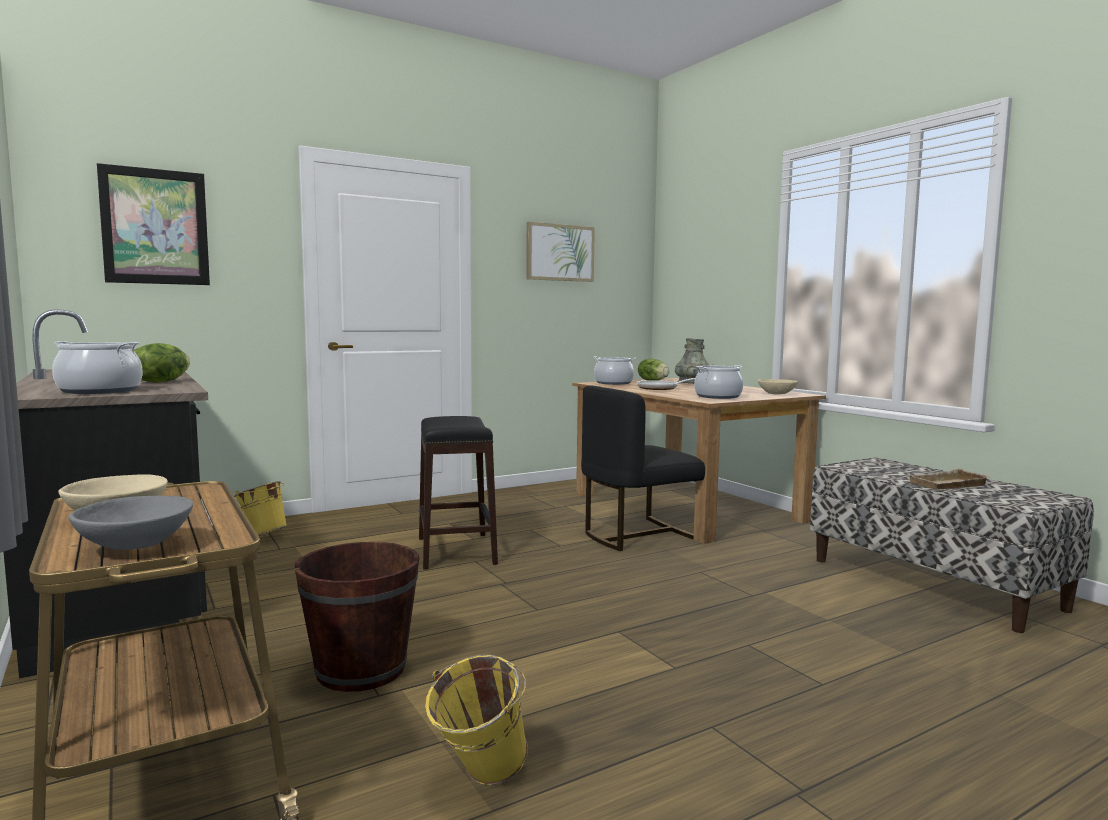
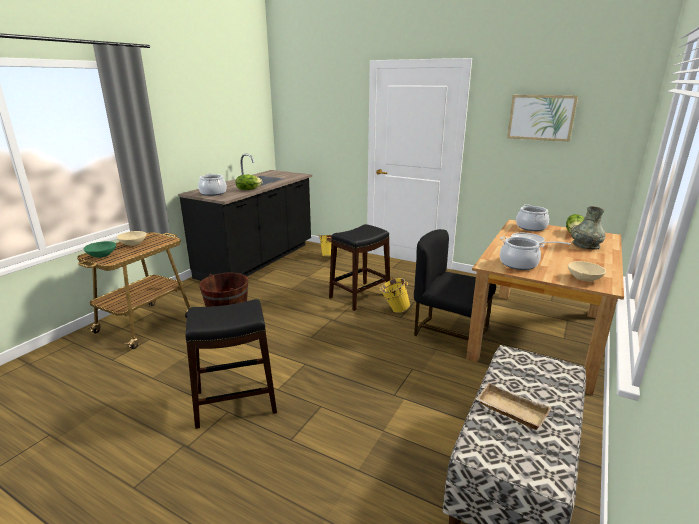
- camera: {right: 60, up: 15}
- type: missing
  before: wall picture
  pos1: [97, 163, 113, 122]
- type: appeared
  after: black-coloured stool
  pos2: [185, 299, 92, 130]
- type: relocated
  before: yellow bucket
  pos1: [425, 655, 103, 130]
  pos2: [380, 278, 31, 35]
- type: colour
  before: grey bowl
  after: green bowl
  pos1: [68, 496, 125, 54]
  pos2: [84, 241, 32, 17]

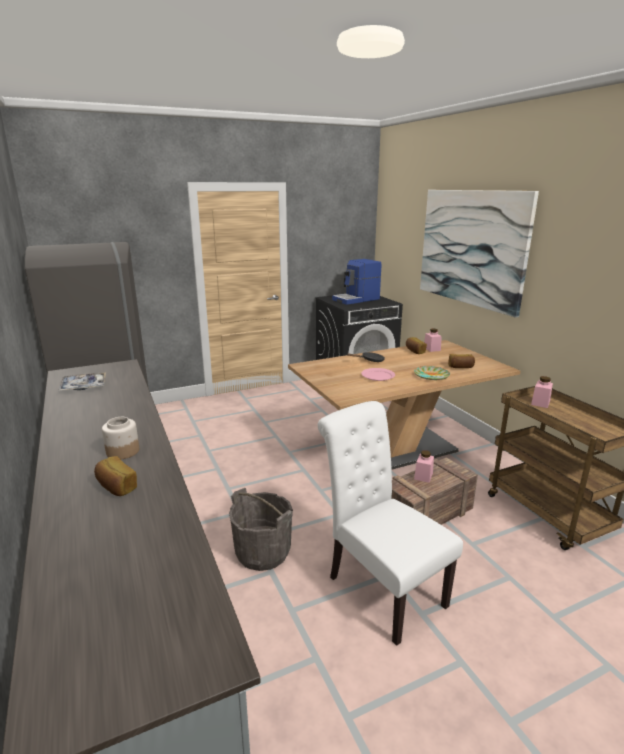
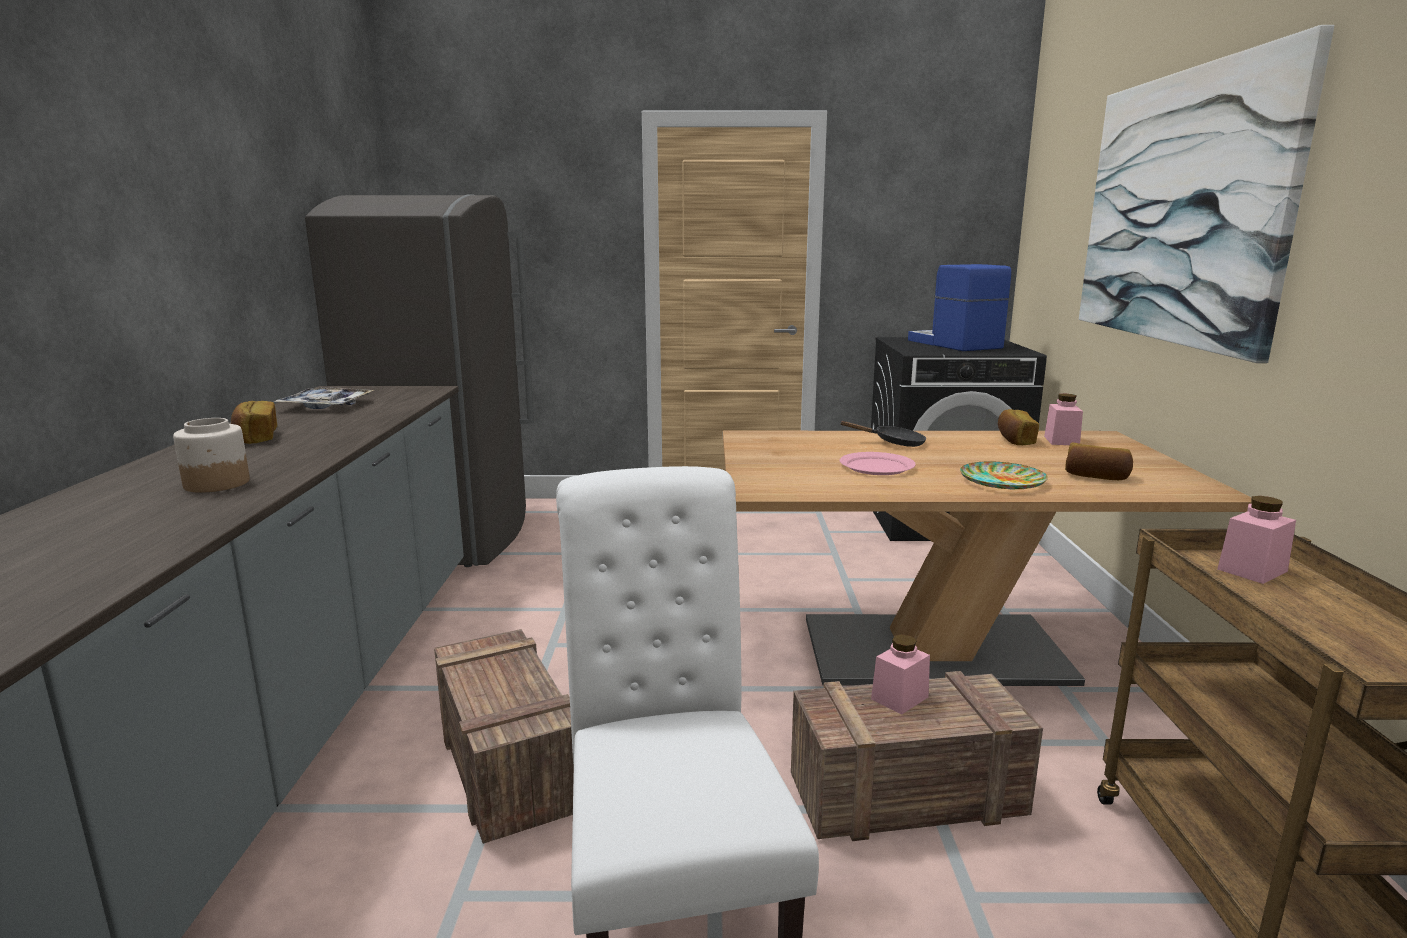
- camera: {right: 25, up: -5}
- type: relocated
  before: baked bread
  pos1: [94, 456, 43, 40]
  pos2: [231, 401, 46, 43]
- type: exchanged
  before: grey bucket
  after: shipping crate
  pos1: [229, 488, 64, 83]
  pos2: [434, 629, 140, 215]
- type: spun
  before: coffee maker
  pos1: [332, 259, 49, 46]
  pos2: [908, 264, 103, 87]
  turn: 75

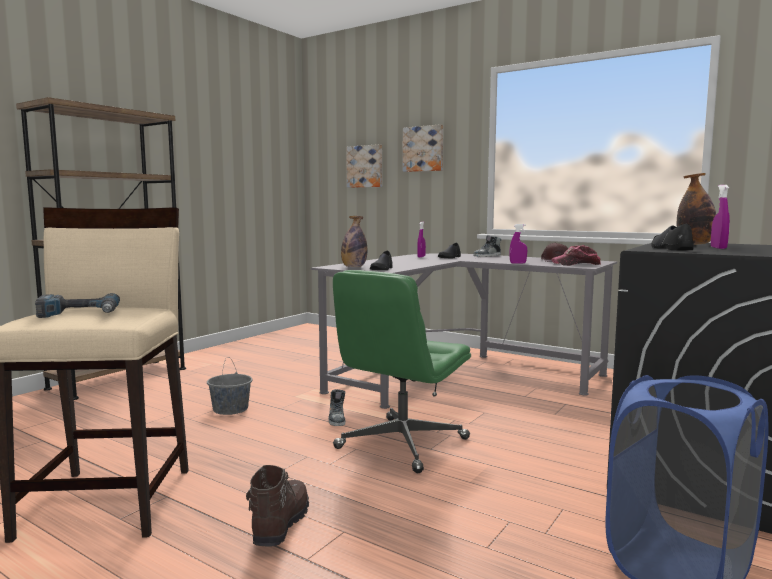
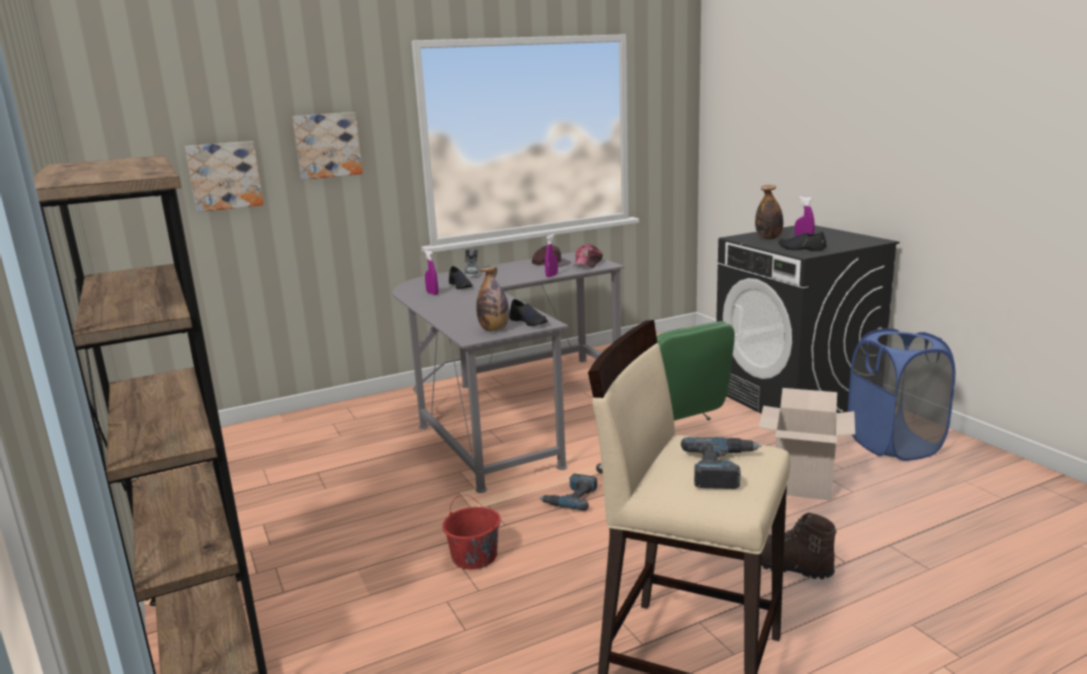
- camera: {right: -60, up: 10}
- type: appeared
  after: cardboard box
  pos2: [759, 388, 96, 113]
- type: exchanged
  before: shoe
  after: power drill
  pos1: [328, 389, 18, 37]
  pos2: [539, 474, 58, 37]
- type: colour
  before: grey bucket
  after: red-coloured bucket
  pos1: [207, 357, 45, 58]
  pos2: [443, 495, 58, 74]

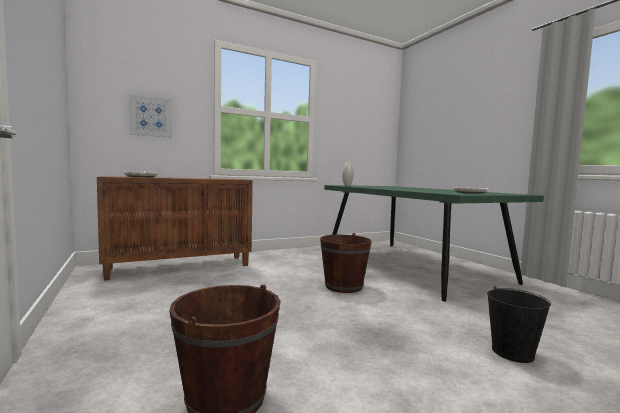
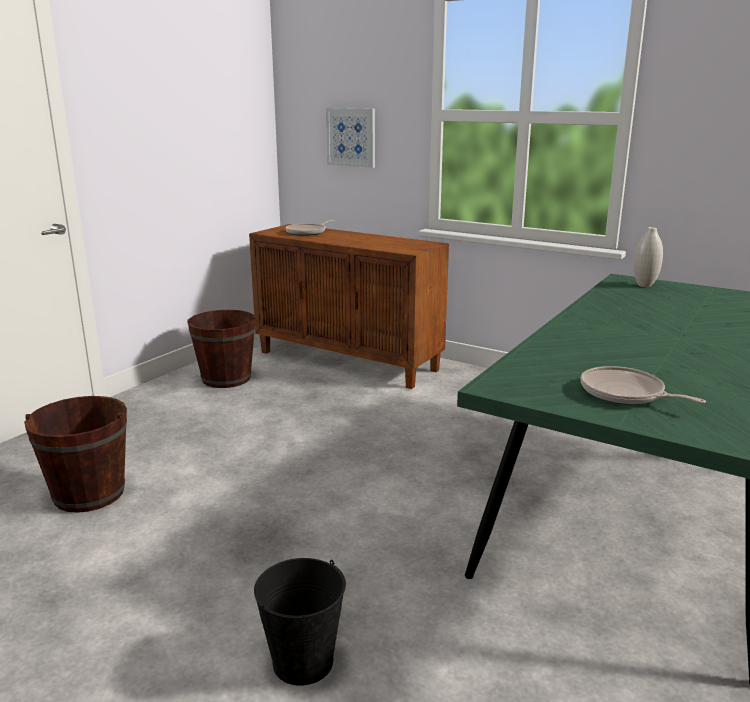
- camera: {right: 60, up: 15}
- type: relocated
  before: brown-coloured bucket
  pos1: [320, 233, 52, 60]
  pos2: [187, 310, 69, 78]

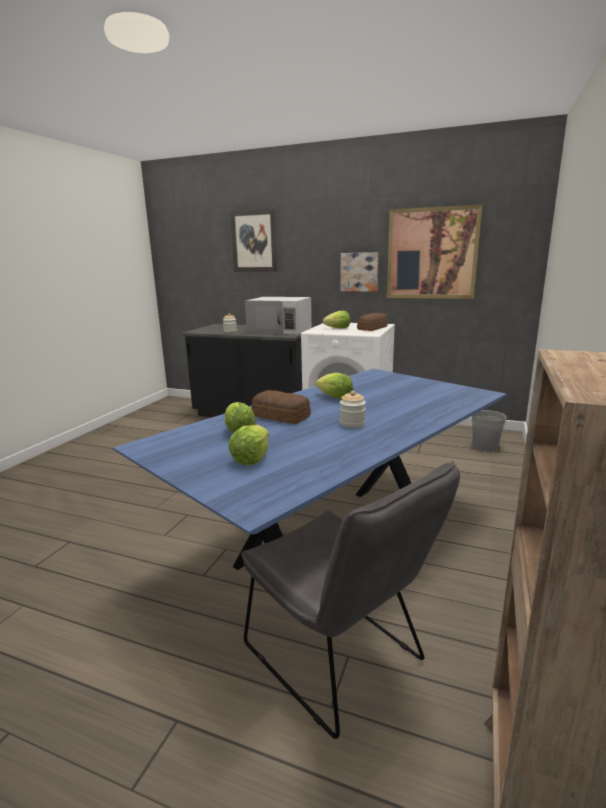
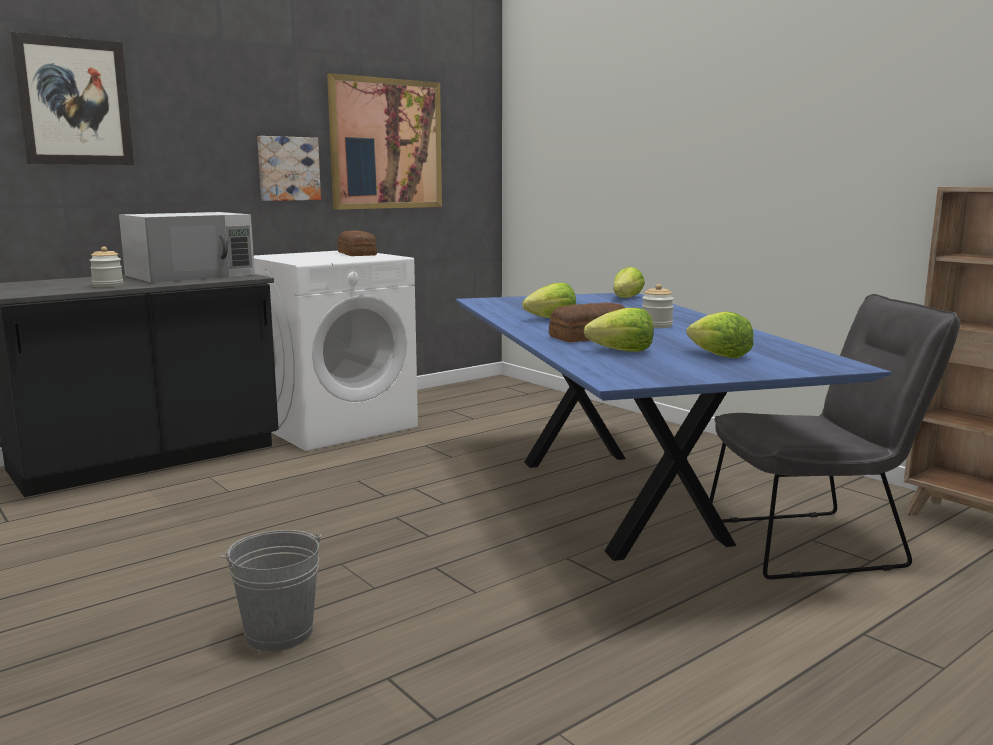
- camera: {right: -60, up: -5}
- type: relocated
  before: lettuce
  pos1: [323, 311, 27, 18]
  pos2: [613, 267, 32, 31]
- type: relocated
  before: grey bucket
  pos1: [471, 410, 37, 41]
  pos2: [221, 530, 101, 121]

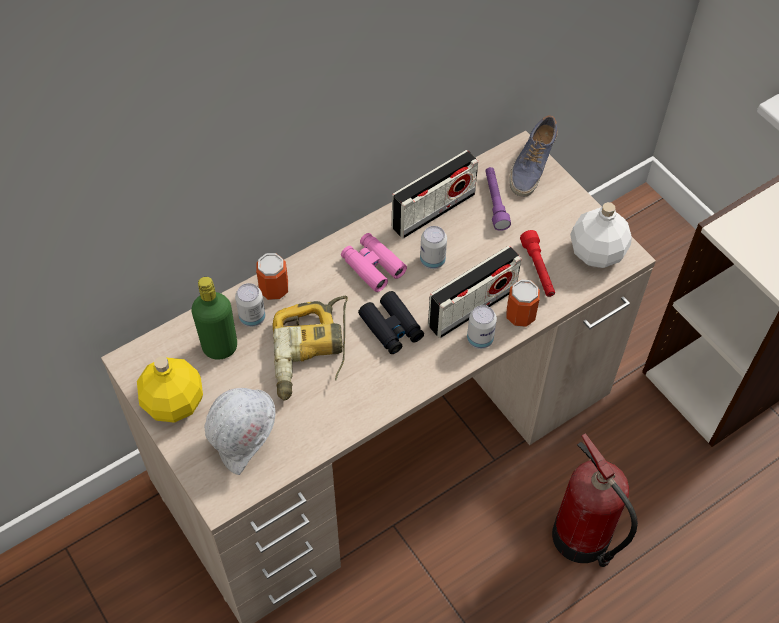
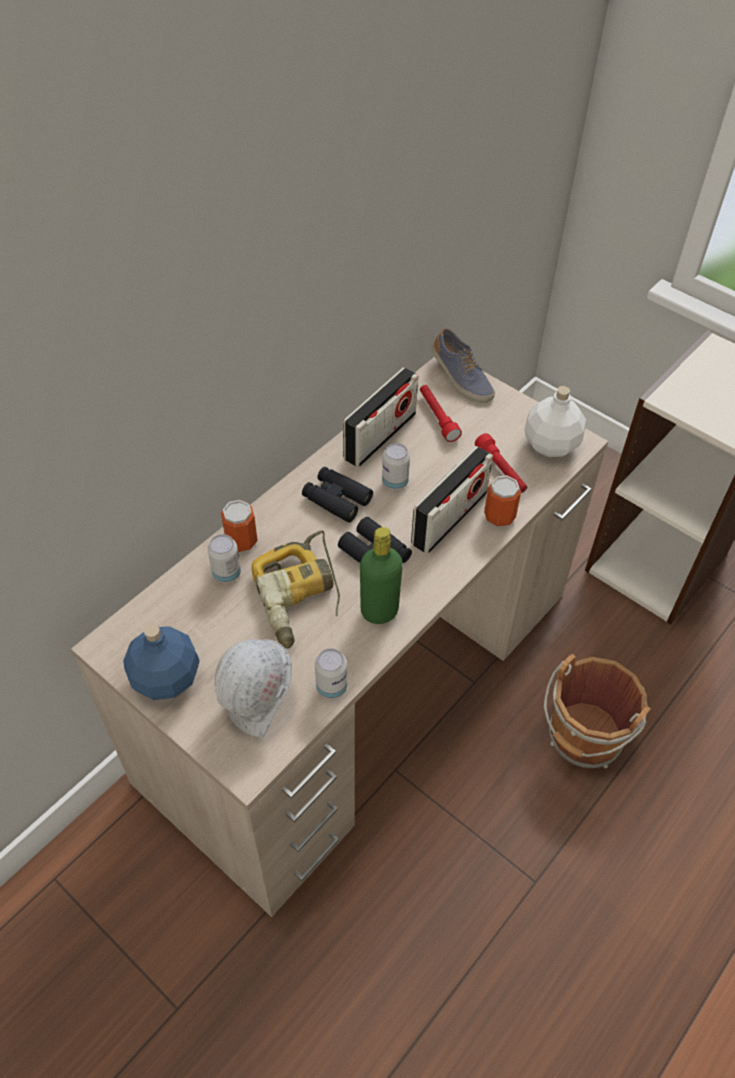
- camera: {right: -15, up: -5}
- type: relocated
  before: green drink bottle
  pos1: [191, 277, 46, 83]
  pos2: [360, 527, 43, 97]
- type: relocated
  before: sealed can
  pos1: [467, 305, 30, 44]
  pos2: [315, 648, 32, 51]
- type: exchanged
  before: fire extinguisher
  after: brown-coloured bucket
  pos1: [552, 434, 86, 133]
  pos2: [544, 654, 107, 115]
- type: colour
  before: yellow drink bottle
  after: blue drink bottle
  pos1: [137, 356, 66, 67]
  pos2: [123, 624, 77, 76]
- type: colour
  before: pink-coloured field glasses
  after: black-coloured field glasses
  pos1: [341, 233, 66, 59]
  pos2: [302, 467, 71, 56]
- type: colour
  before: purple hand torch
  after: red-coloured hand torch
  pos1: [485, 167, 26, 64]
  pos2: [420, 385, 42, 57]
- type: spun
  before: shoe
  pos1: [510, 115, 48, 82]
  pos2: [432, 328, 63, 75]
  turn: -45

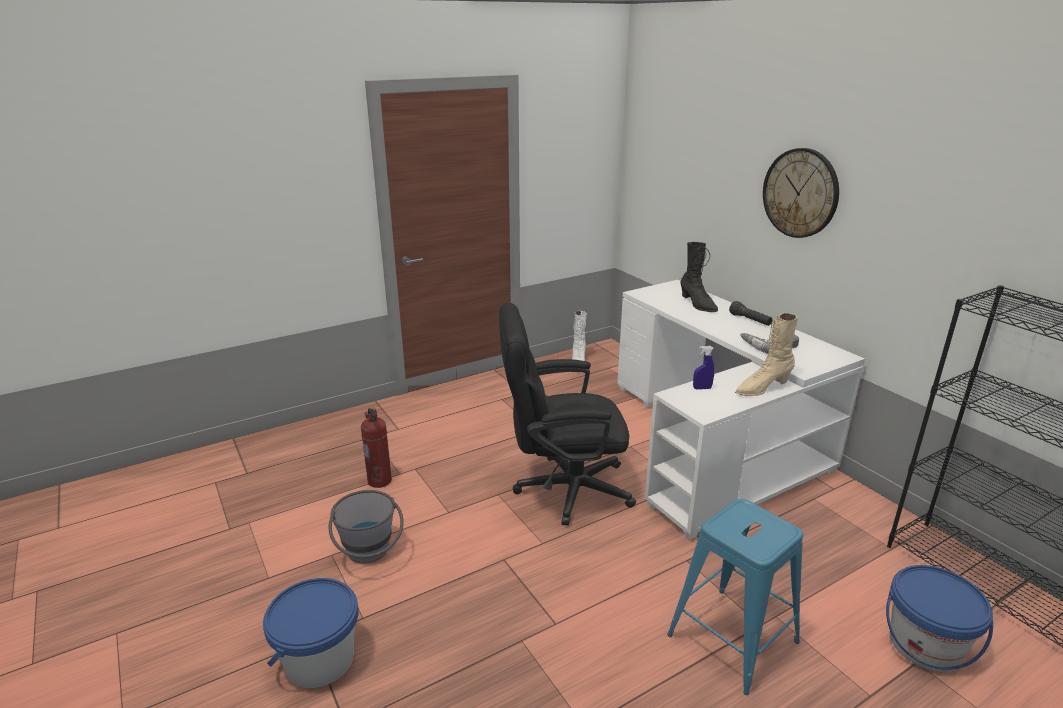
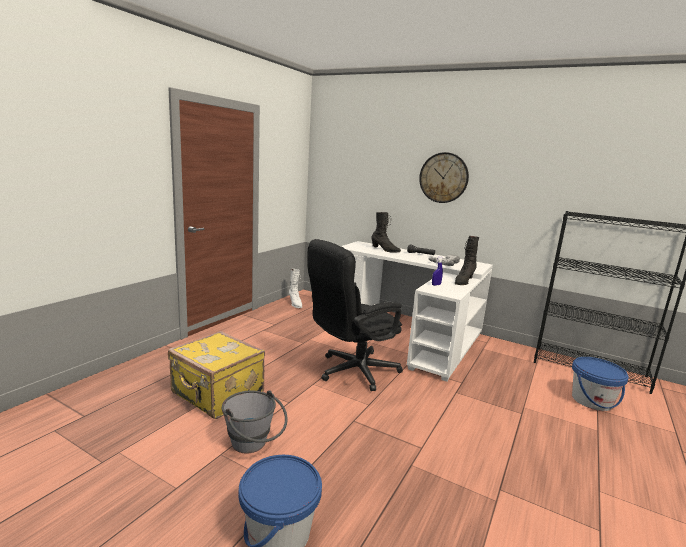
- camera: {right: -30, up: -10}
- type: missing
  before: blue stool
  pos1: [667, 499, 136, 196]
- type: exchanged
  before: fire extinguisher
  after: yellow travel case
  pos1: [361, 408, 31, 80]
  pos2: [168, 331, 97, 88]
- type: colour
  before: sand-coloured tall boot
  after: black-coloured tall boot
  pos1: [735, 313, 63, 83]
  pos2: [455, 236, 24, 49]

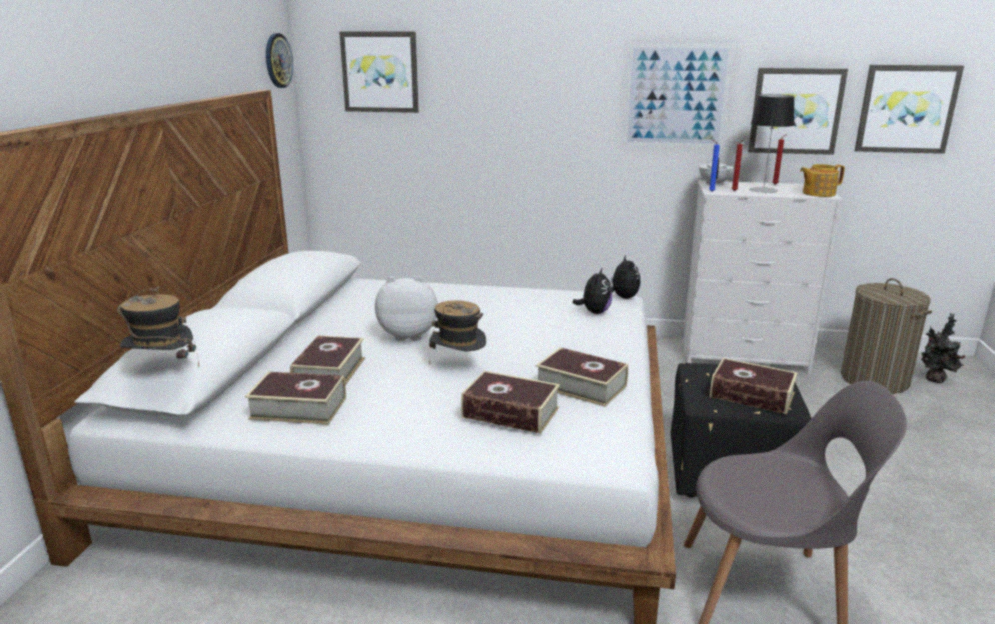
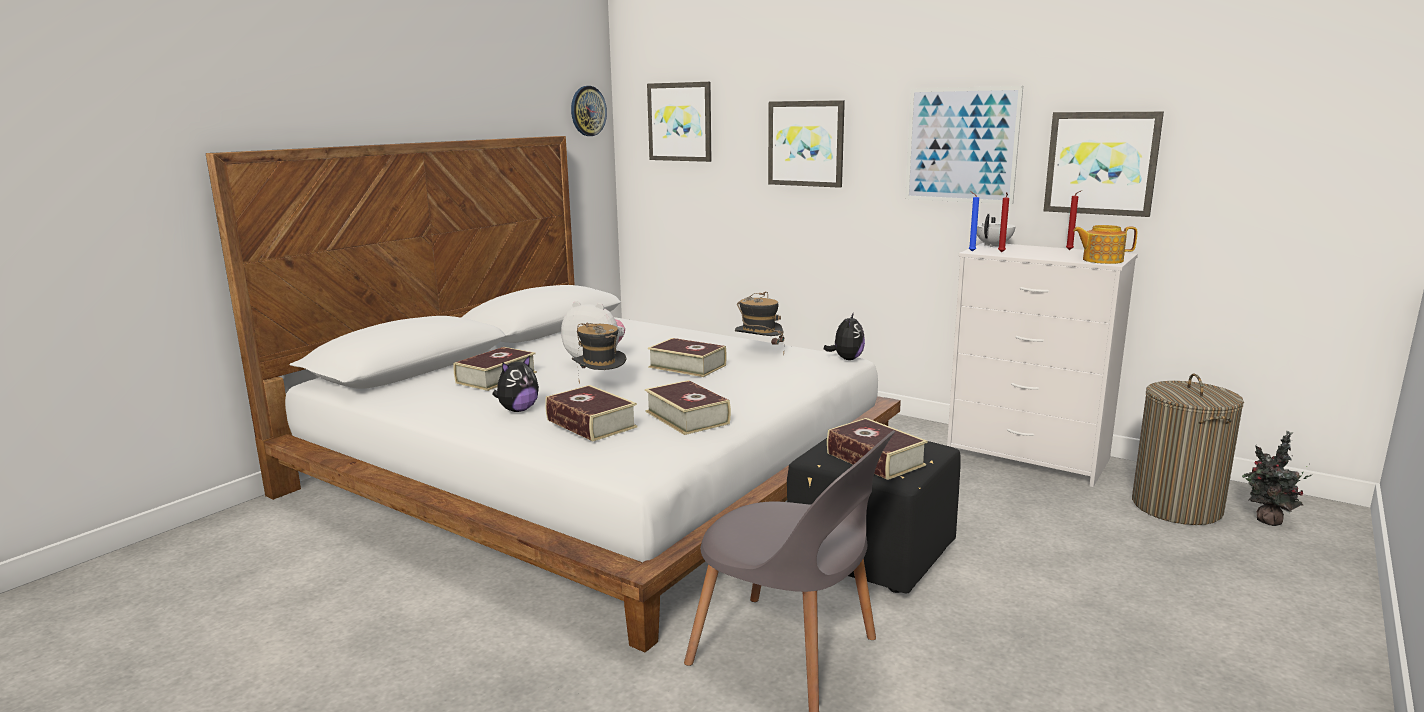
- camera: {right: 25, up: -5}
- type: missing
  before: tabletop lamp
  pos1: [749, 94, 46, 99]
- type: relocated
  before: wearable hat
  pos1: [117, 286, 82, 81]
  pos2: [735, 292, 49, 53]
- type: relocated
  before: book
  pos1: [245, 372, 101, 53]
  pos2: [648, 338, 79, 39]
- type: relocated
  before: cuddly toy
  pos1: [573, 267, 39, 47]
  pos2: [492, 355, 47, 57]
- type: relocated
  before: wall picture
  pos1: [855, 65, 109, 89]
  pos2: [768, 100, 77, 88]

